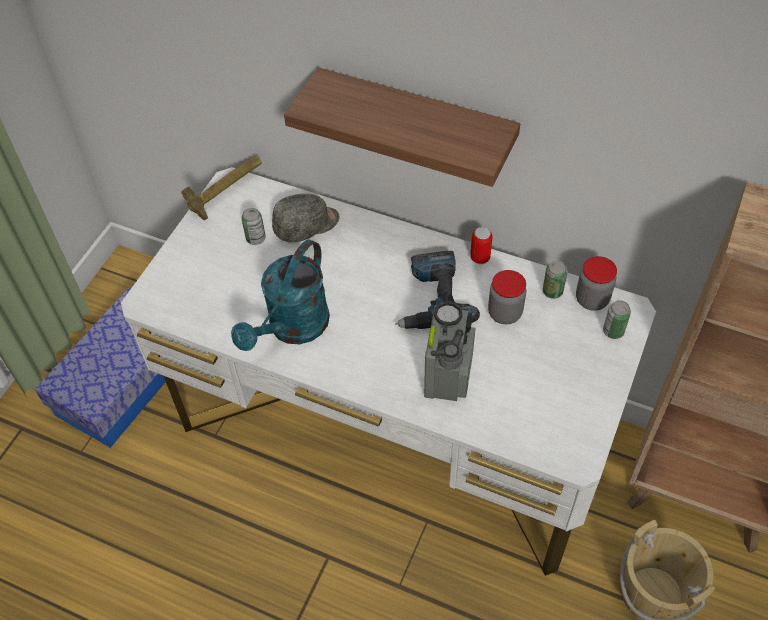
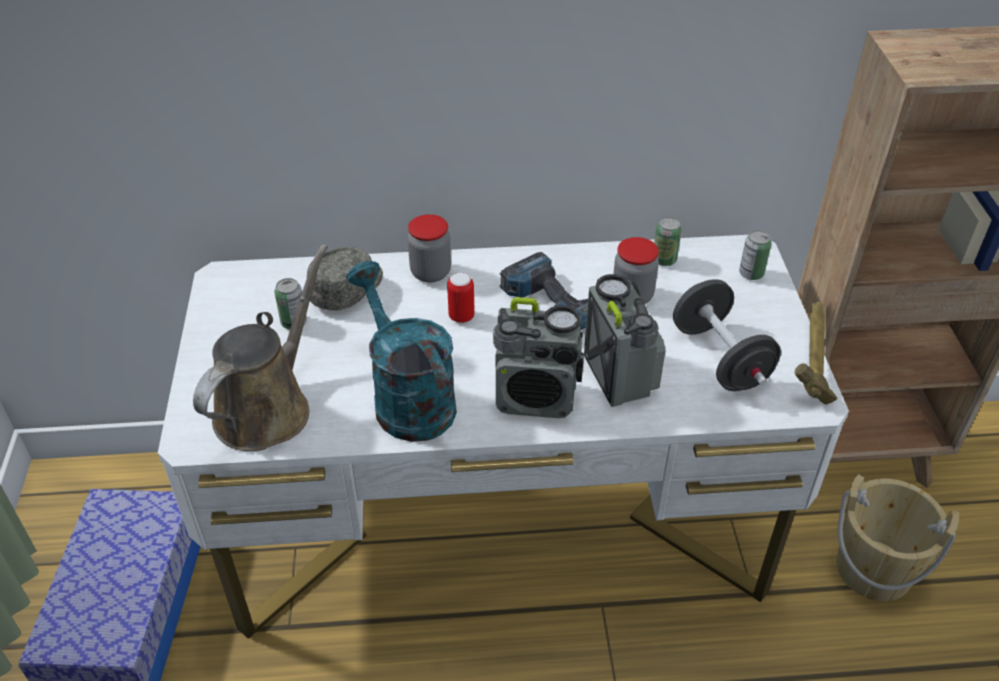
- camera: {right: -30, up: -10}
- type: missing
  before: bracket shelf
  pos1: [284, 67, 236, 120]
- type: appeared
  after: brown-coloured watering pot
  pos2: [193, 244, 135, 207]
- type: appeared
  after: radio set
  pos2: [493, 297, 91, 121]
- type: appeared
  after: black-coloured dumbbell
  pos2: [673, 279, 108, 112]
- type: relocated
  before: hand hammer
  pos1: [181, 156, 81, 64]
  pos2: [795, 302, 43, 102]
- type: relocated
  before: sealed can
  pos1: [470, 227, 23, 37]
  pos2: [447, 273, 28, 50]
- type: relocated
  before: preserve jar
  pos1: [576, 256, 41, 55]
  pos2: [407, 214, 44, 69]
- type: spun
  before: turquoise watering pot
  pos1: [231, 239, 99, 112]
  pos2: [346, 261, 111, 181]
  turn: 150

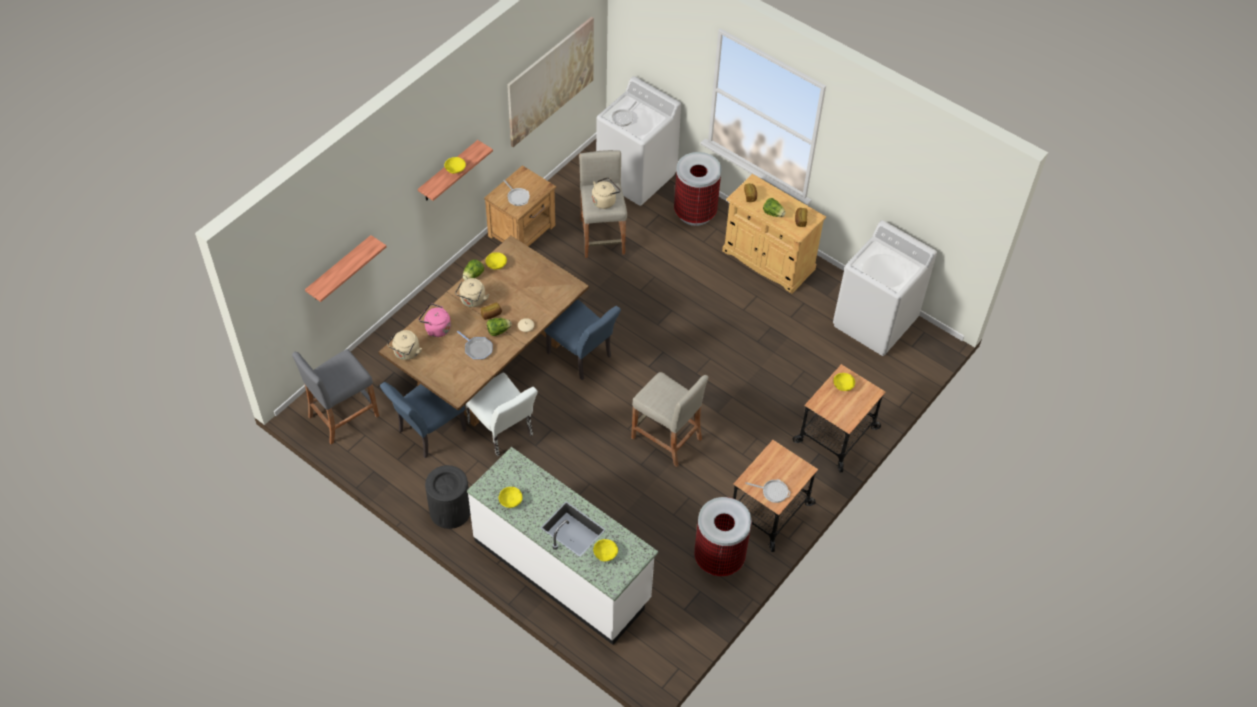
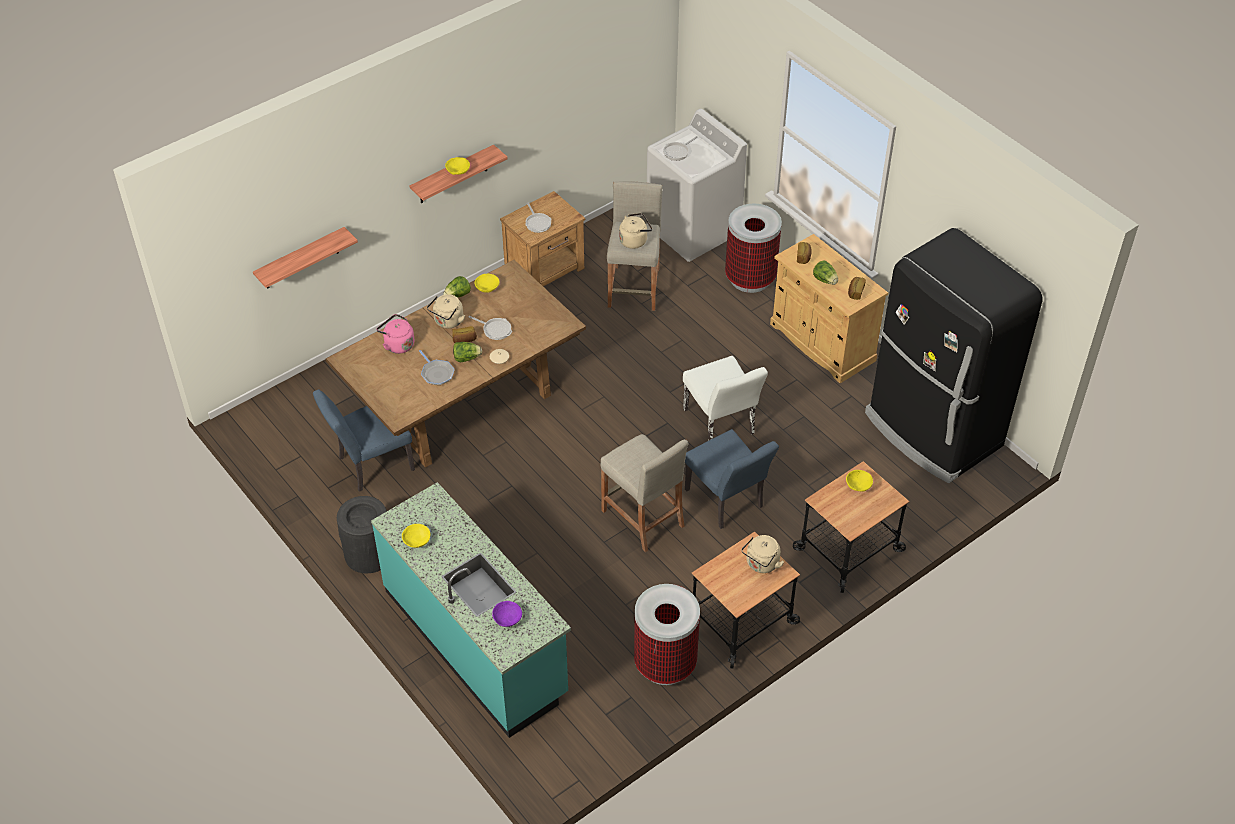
- camera: {right: 15, up: -5}
- type: missing
  before: grey stool
  pos1: [292, 349, 87, 95]
- type: missing
  before: wall picture
  pos1: [507, 17, 87, 130]
- type: relocated
  before: sand-coloured kettle
  pos1: [387, 330, 35, 30]
  pos2: [742, 535, 42, 38]
- type: relocated
  before: whitish chair
  pos1: [466, 372, 72, 84]
  pos2: [683, 356, 85, 85]
- type: relocated
  before: blue chair
  pos1: [544, 299, 77, 81]
  pos2: [685, 429, 94, 100]
- type: relocated
  before: pan
  pos1: [745, 479, 45, 24]
  pos2: [469, 316, 43, 24]
- type: exchanged
  before: whitish laundry appliance
  after: black-coloured fridge
  pos1: [833, 220, 104, 136]
  pos2: [865, 228, 178, 255]
- type: colour
  before: whitish counter
  after: turquoise counter
  pos1: [467, 447, 191, 198]
  pos2: [371, 482, 200, 256]
- type: colour
  before: yellow bowl
  after: purple bowl
  pos1: [593, 539, 25, 23]
  pos2: [492, 601, 30, 26]

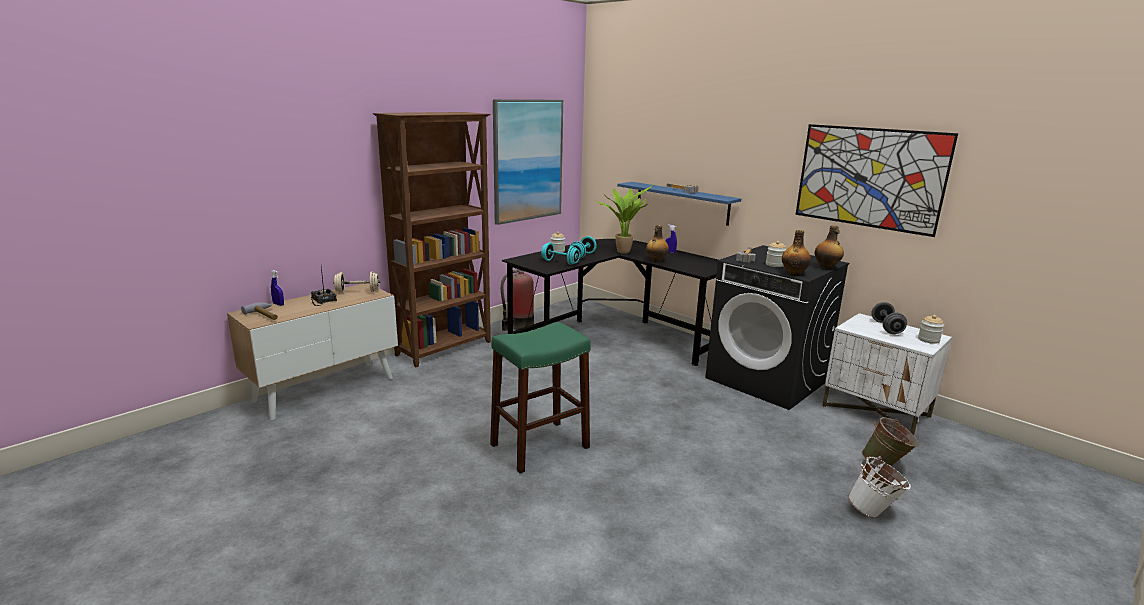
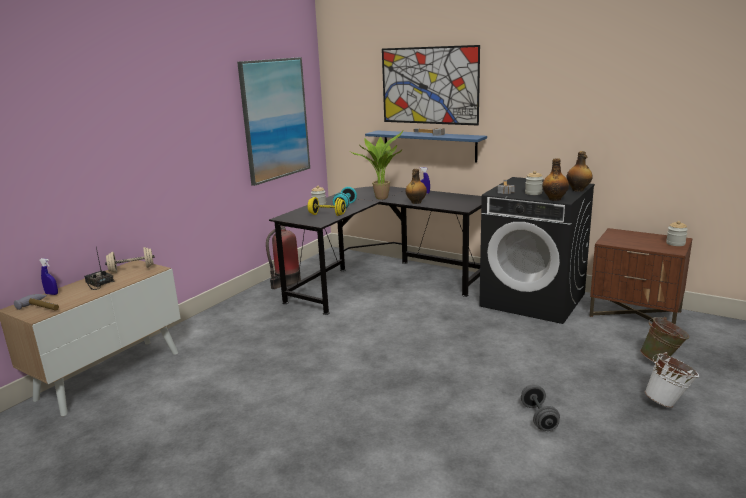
- camera: {right: -10, up: 0}
- type: missing
  before: brown-coloured bookshelf
  pos1: [373, 112, 118, 255]
- type: missing
  before: green stool
  pos1: [490, 322, 101, 152]
- type: relocated
  before: wall picture
  pos1: [796, 124, 162, 113]
  pos2: [382, 45, 98, 81]
- type: relocated
  before: grey dumbbell
  pos1: [871, 302, 36, 32]
  pos2: [521, 385, 39, 46]
- type: colour
  before: turquoise dumbbell
  after: yellow dumbbell
  pos1: [541, 242, 39, 23]
  pos2: [308, 197, 38, 19]
- type: colour
  before: whitish night table
  after: brown-coloured night table
  pos1: [822, 313, 130, 122]
  pos2: [589, 228, 104, 97]

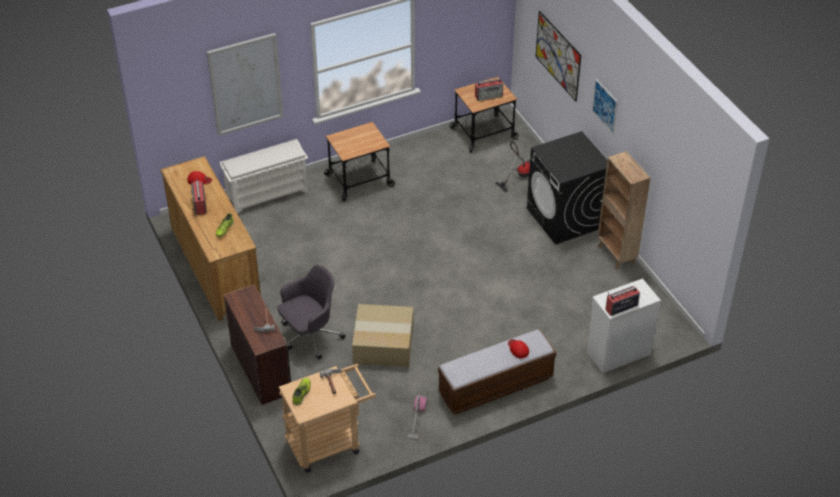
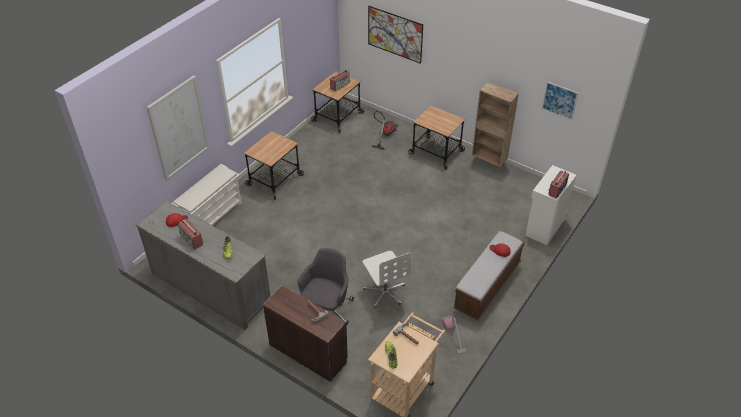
- camera: {right: -30, up: 0}
- type: relocated
  before: wall picture
  pos1: [592, 79, 26, 55]
  pos2: [542, 82, 37, 38]
- type: exchanged
  before: cardboard box
  after: whitish computer chair
  pos1: [352, 304, 61, 63]
  pos2: [362, 251, 49, 57]
- type: exchanged
  before: black-coloured laundry appliance
  after: trolley
  pos1: [527, 131, 80, 114]
  pos2: [408, 105, 57, 65]
- type: colour
  before: brown-coloured drawer chest
  after: grey drawer chest
  pos1: [160, 156, 101, 165]
  pos2: [136, 201, 135, 129]

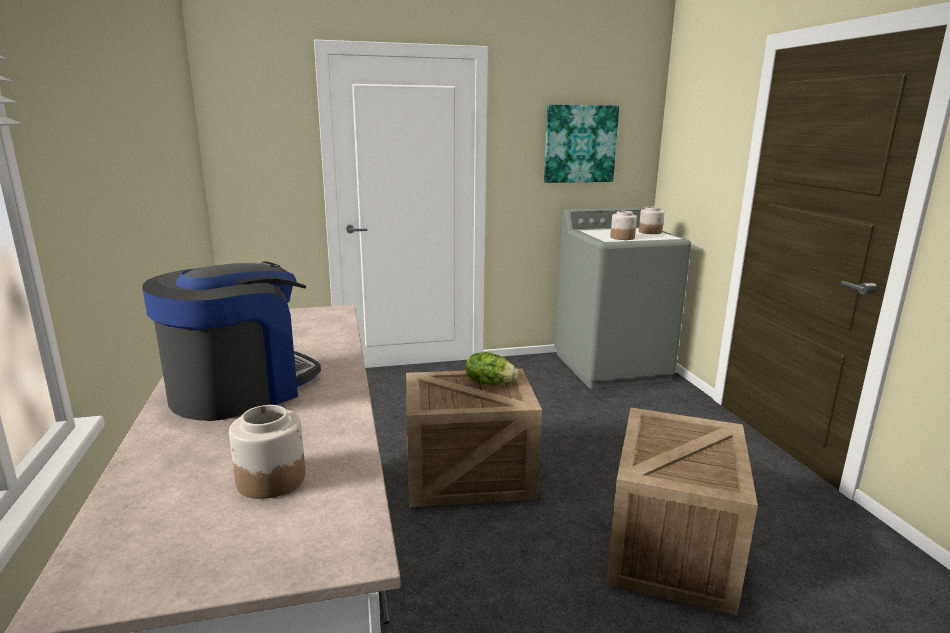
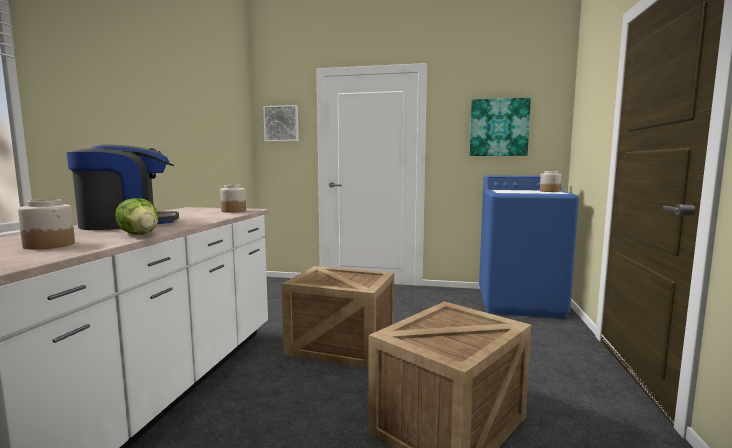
- camera: {right: 25, up: -10}
- type: appeared
  after: wall picture
  pos2: [263, 105, 36, 37]
- type: relocated
  before: lettuce
  pos1: [466, 352, 52, 33]
  pos2: [115, 198, 43, 37]
- type: relocated
  before: preserve jar
  pos1: [610, 211, 27, 29]
  pos2: [220, 185, 26, 28]
- type: colour
  before: grey laundry appliance
  after: blue laundry appliance
  pos1: [554, 207, 138, 182]
  pos2: [479, 176, 100, 143]

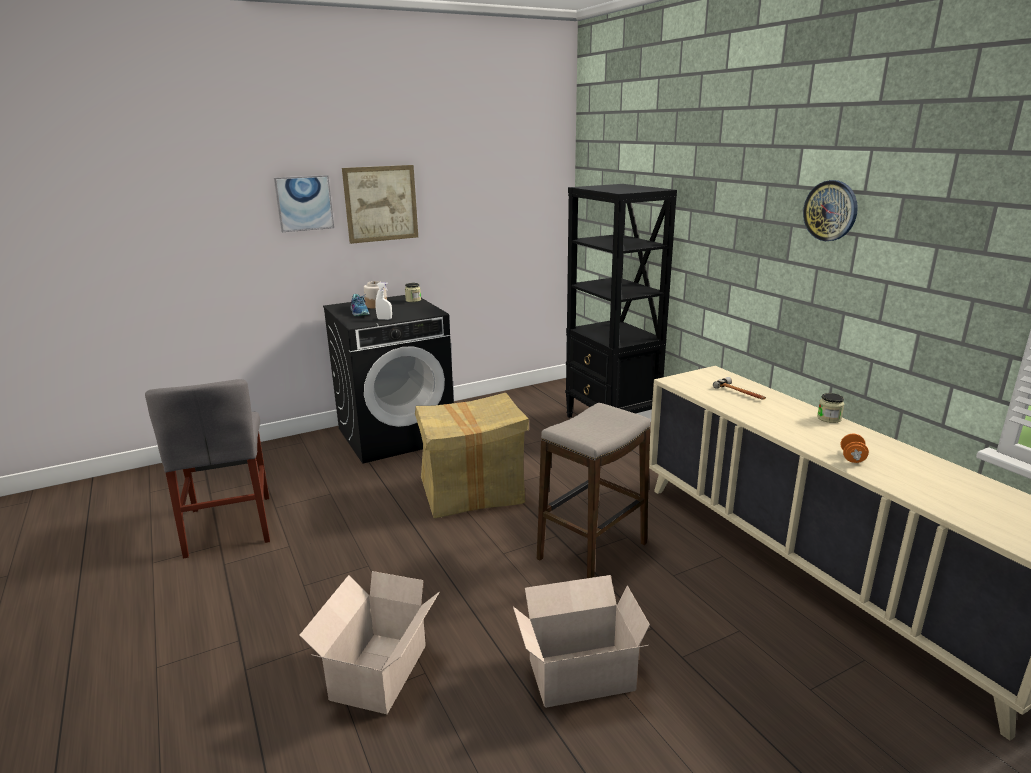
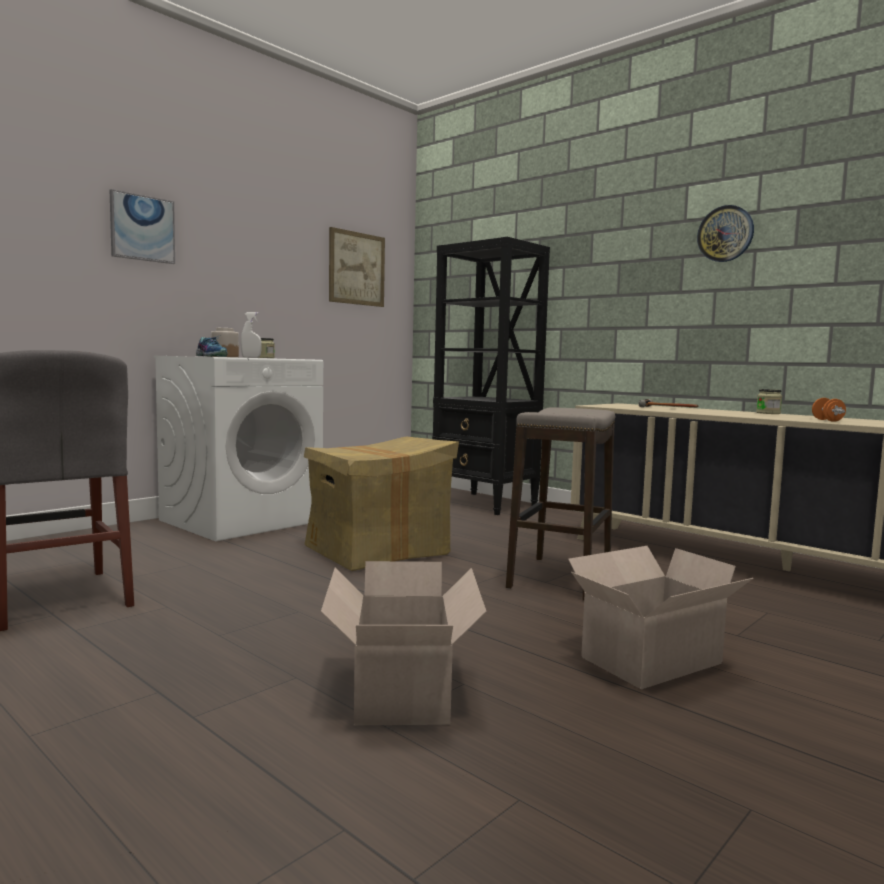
- camera: {right: -20, up: -15}
- type: relocated
  before: wall picture
  pos1: [342, 165, 76, 79]
  pos2: [329, 227, 56, 80]
- type: colour
  before: black-coloured laundry appliance
  after: whitish laundry appliance
  pos1: [323, 295, 131, 169]
  pos2: [154, 356, 169, 185]

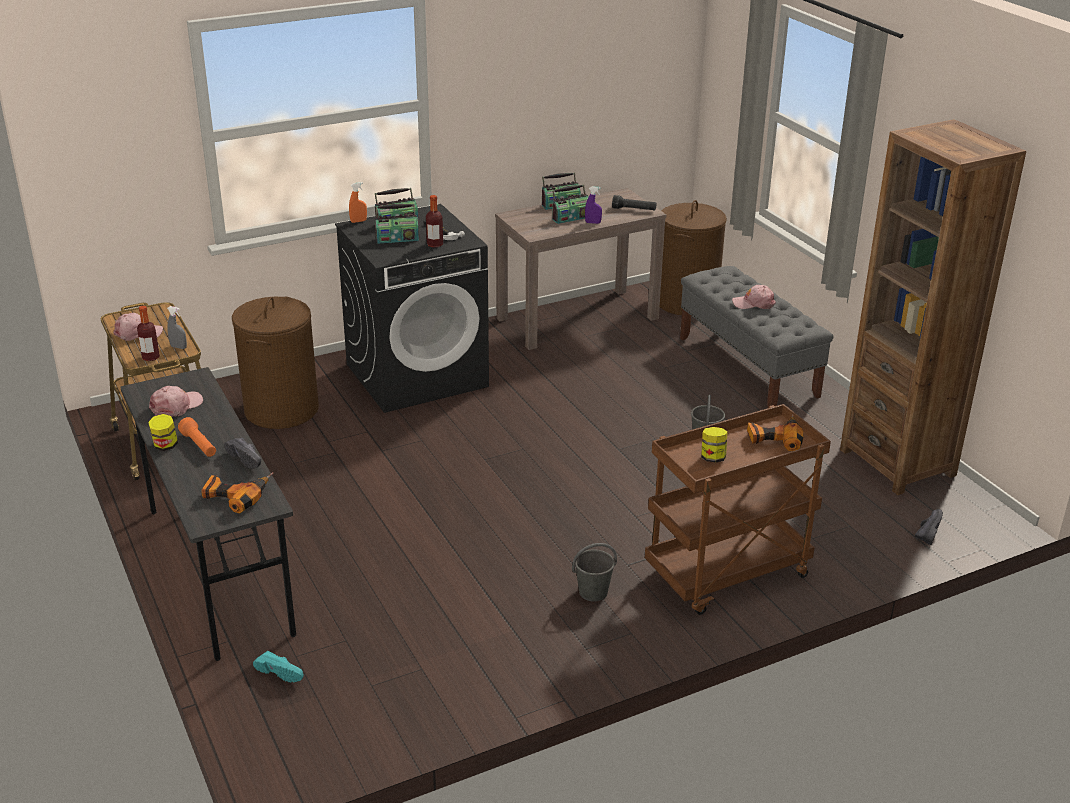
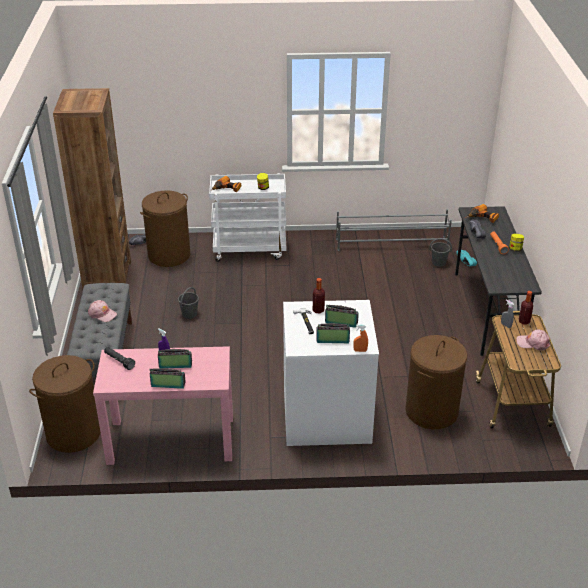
- camera: {right: -155, up: 5}
- type: missing
  before: pink-coloured baseball cap
  pos1: [149, 386, 54, 31]
- type: appeared
  after: brown-coloured hamper
  pos2: [140, 190, 50, 77]
- type: appeared
  after: grey shoe stand
  pos2: [336, 209, 116, 42]
- type: relocated
  before: grey bucket
  pos1: [572, 543, 45, 59]
  pos2: [429, 238, 23, 29]
- type: colour
  before: black-coloured laundry appliance
  after: whitish laundry appliance
  pos1: [335, 204, 154, 209]
  pos2: [283, 300, 96, 146]
- type: colour
  before: brown-coloured hall table
  after: pink-coloured hall table
  pos1: [495, 188, 171, 162]
  pos2: [93, 346, 140, 119]
- type: colour
  before: brown-coloured trolley
  after: whitish trolley
  pos1: [645, 404, 186, 211]
  pos2: [209, 173, 77, 89]

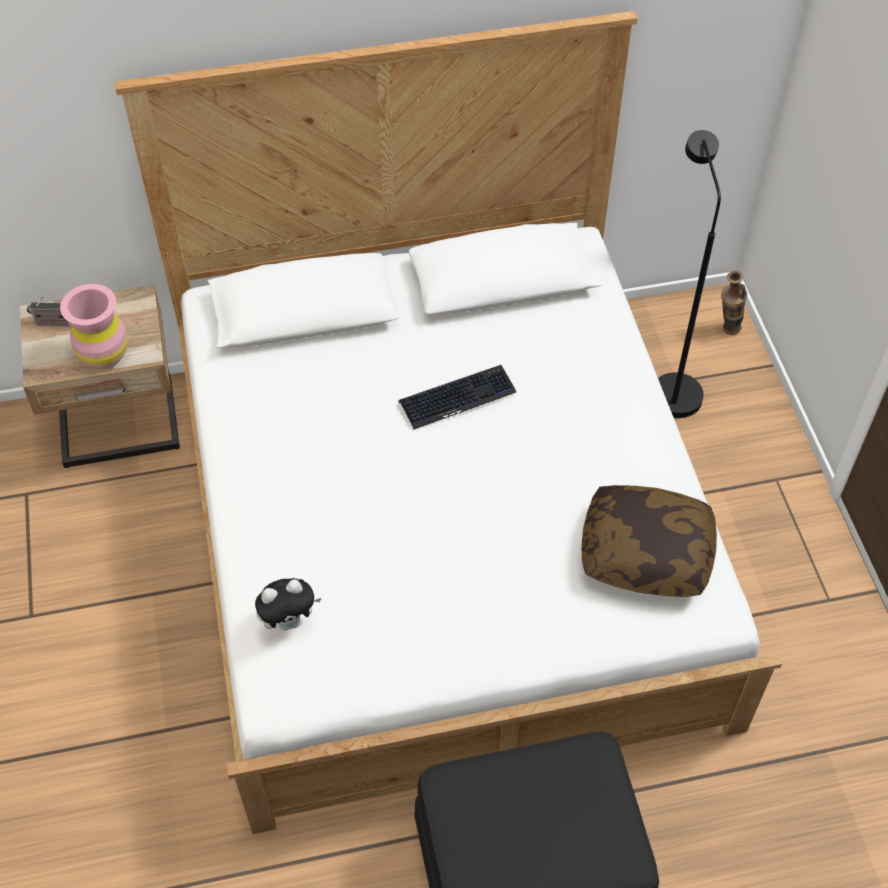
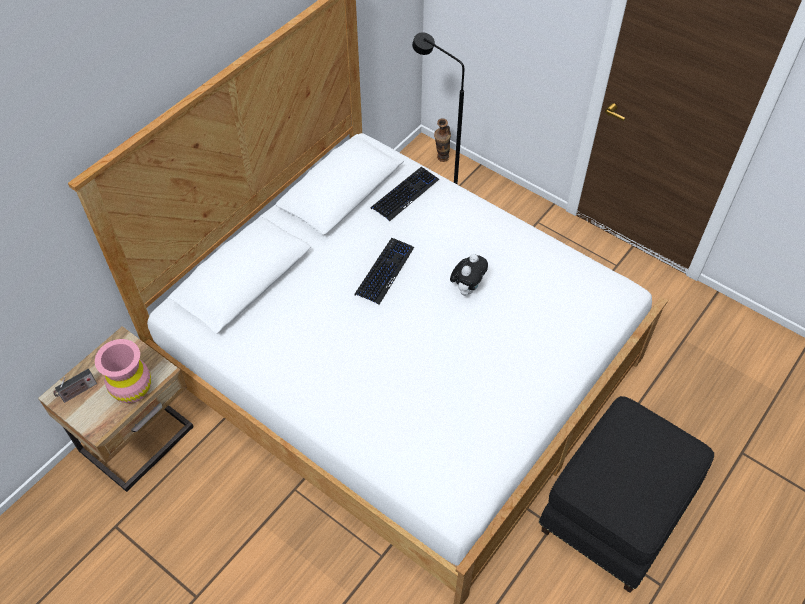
- camera: {right: -40, up: 0}
- type: missing
  before: cushion
  pos1: [581, 485, 136, 112]
- type: appeared
  after: keyboard
  pos2: [371, 167, 68, 55]
- type: relocated
  before: cuddly toy
  pos1: [255, 578, 66, 53]
  pos2: [450, 254, 38, 42]

